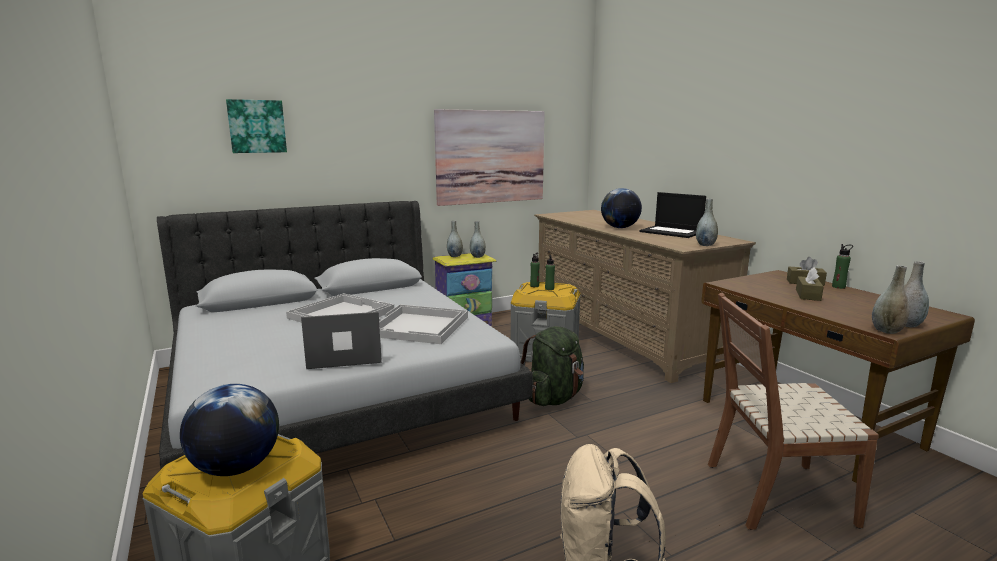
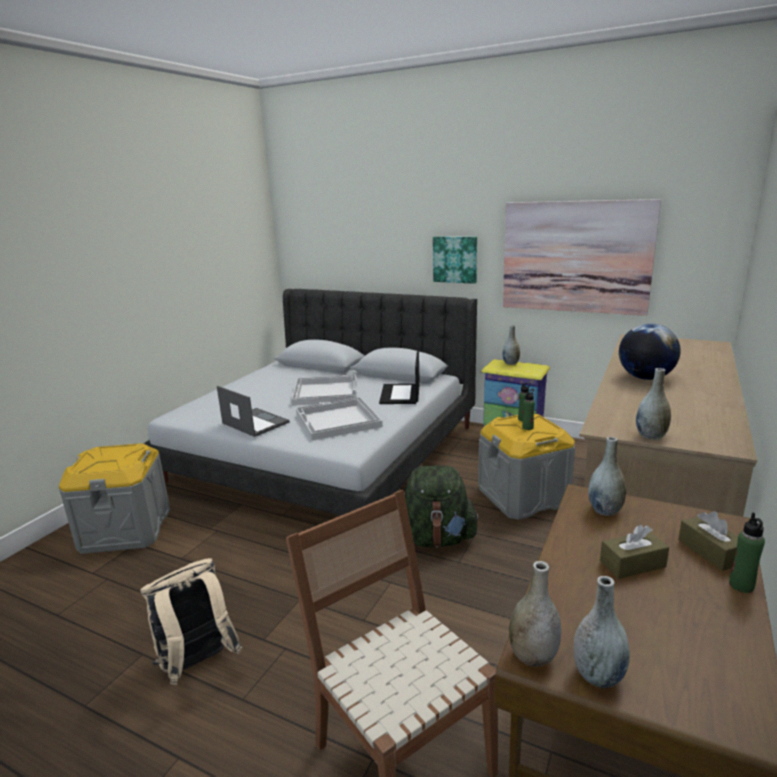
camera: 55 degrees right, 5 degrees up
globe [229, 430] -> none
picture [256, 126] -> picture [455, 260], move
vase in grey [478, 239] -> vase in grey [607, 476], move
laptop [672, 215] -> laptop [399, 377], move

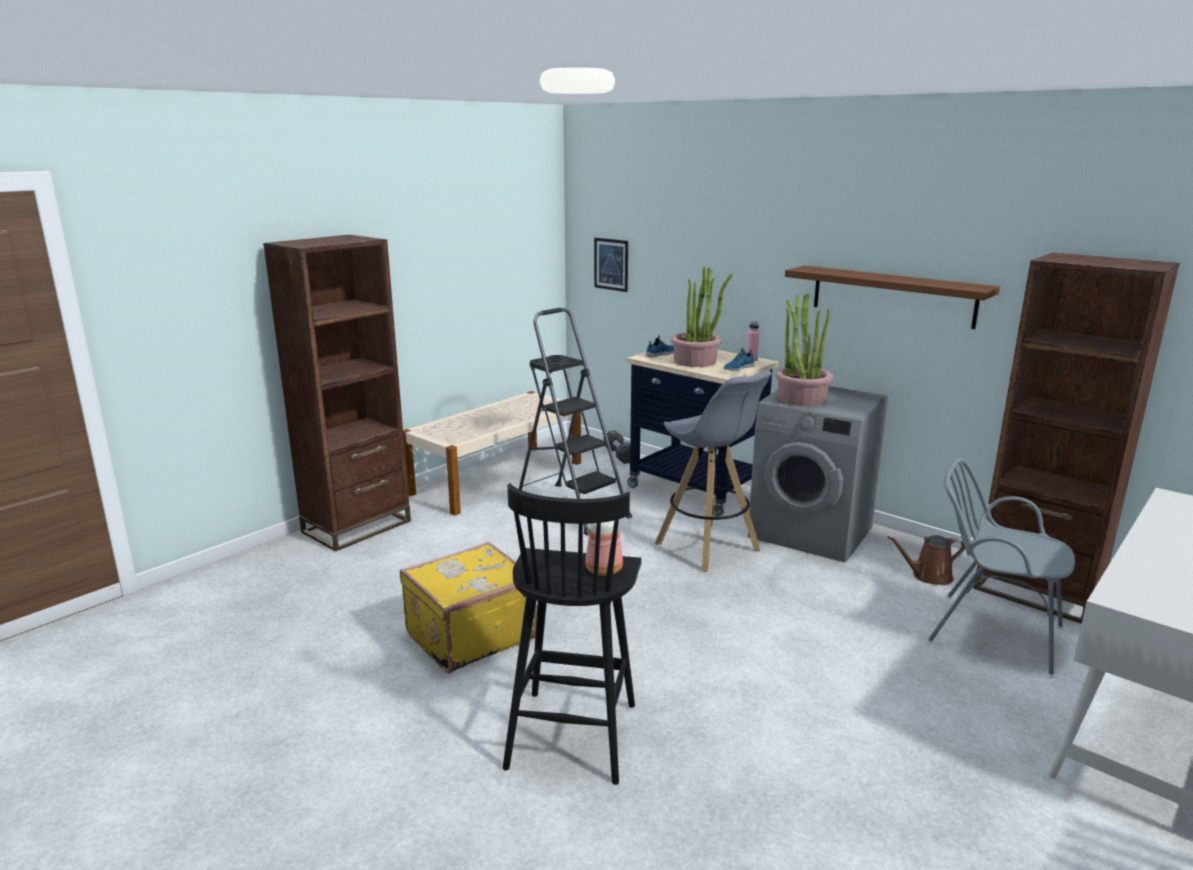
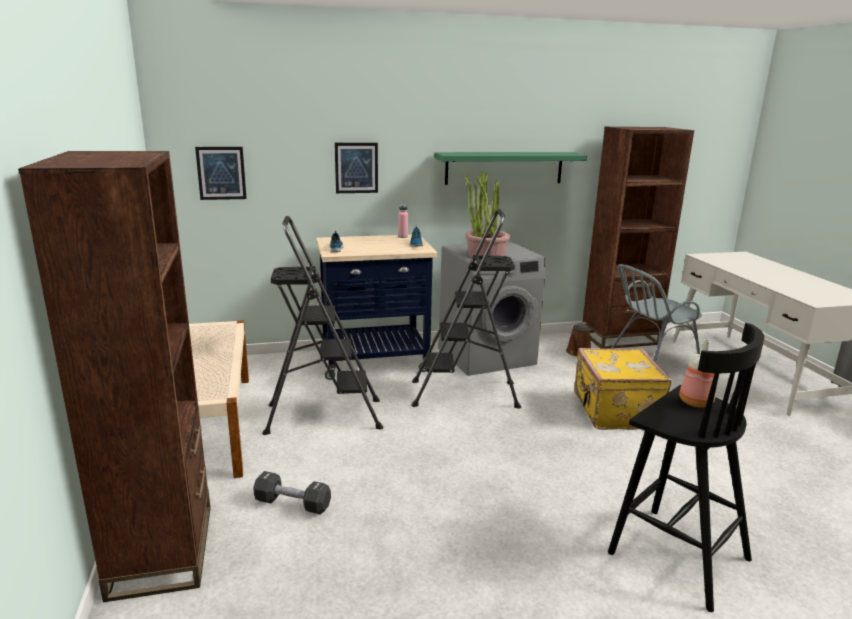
camera: 55 degrees left, 0 degrees up
potted plant [701, 316] -> none
none -> picture [356, 168]
suitcase in yellow [468, 607] -> suitcase in yellow [623, 389], move
dumbbell in black [616, 447] -> dumbbell in black [292, 493], move
stool in grey [713, 471] -> step ladder [466, 309]
shelf in brown [892, 297] -> shelf in green [510, 168]

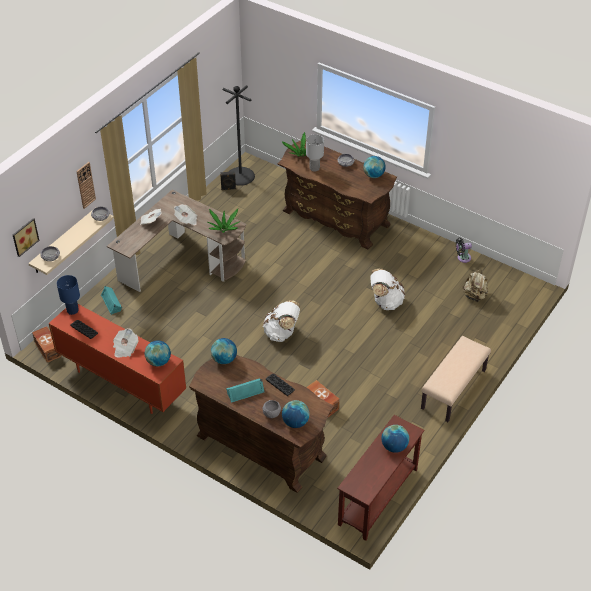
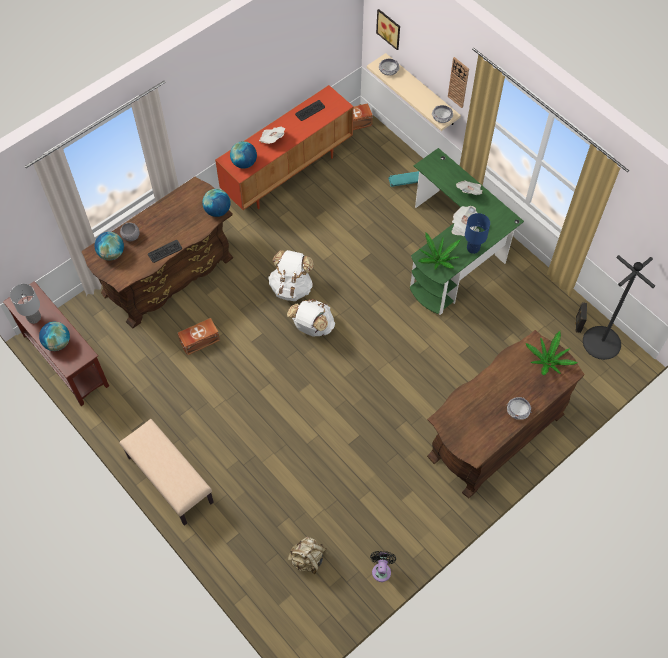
camera: 105 degrees right, 15 degrees up
speaker in turquoise [245, 390] -> none
globe [374, 167] -> none
table lamp in blue [68, 295] -> table lamp in blue [477, 233], move
table lamp in grey [315, 153] -> table lamp in grey [25, 304], move
backpack in white [387, 289] -> backpack in white [291, 275], move
desk in brown [176, 241] -> desk in green [467, 231]

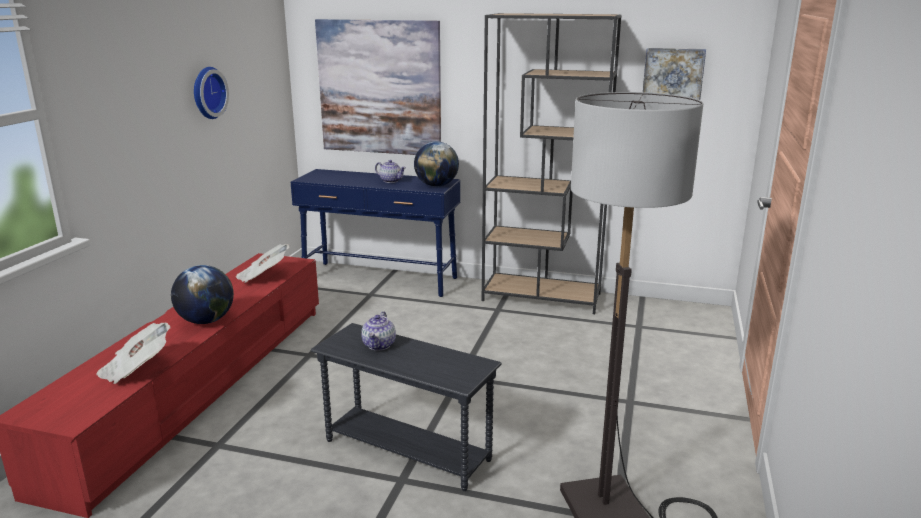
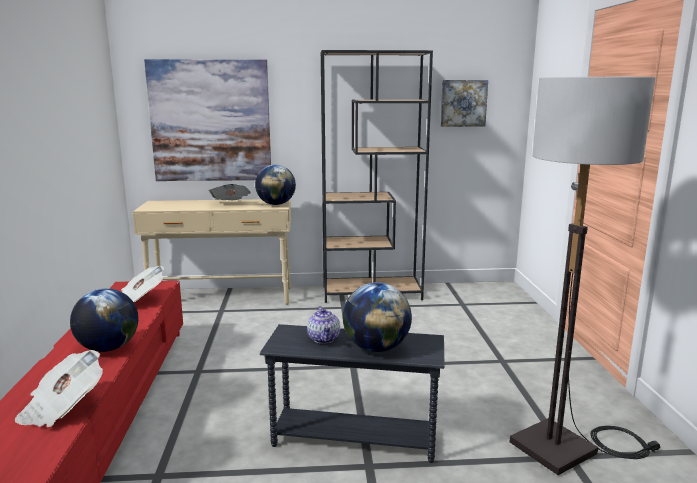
camera: 20 degrees left, 5 degrees down
wall clock [211, 93] -> none
none -> globe [377, 317]
teapot [390, 171] -> newspaper [230, 192]
console table in blue [375, 233] -> console table in beige [211, 251]

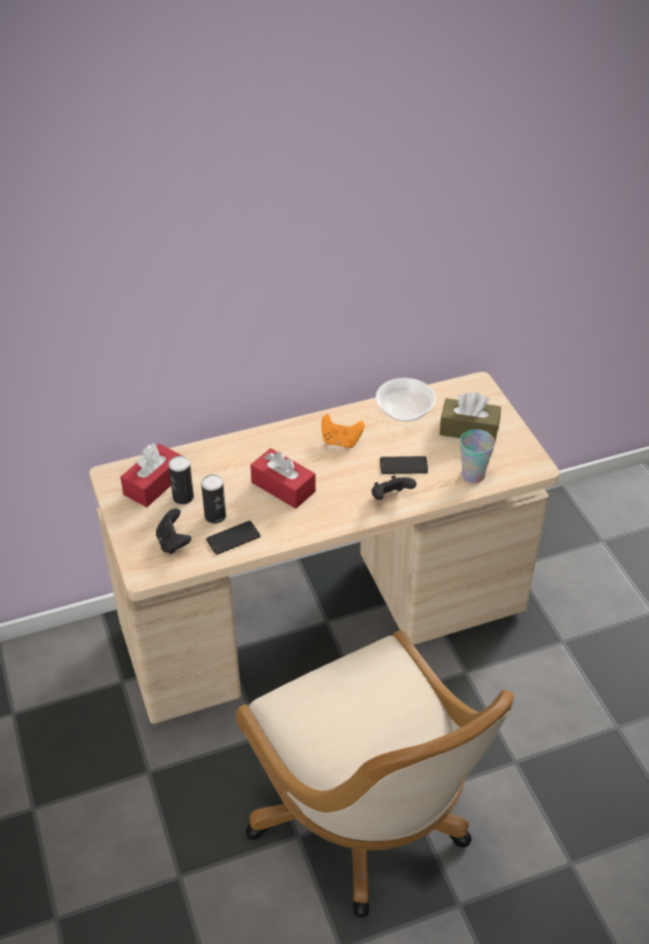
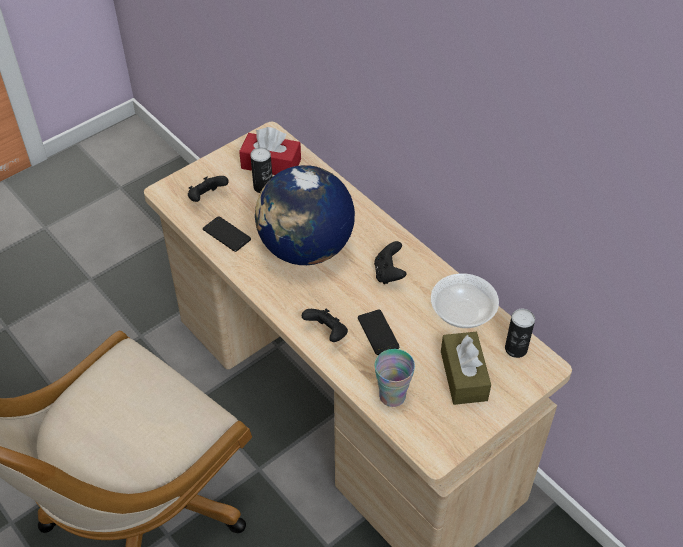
camera: 70 degrees right, 5 degrees up
can [213, 499] -> can [520, 333], move
tissue box in red [283, 478] -> globe [305, 215]
game controller in orange [343, 431] -> game controller in black [390, 262]

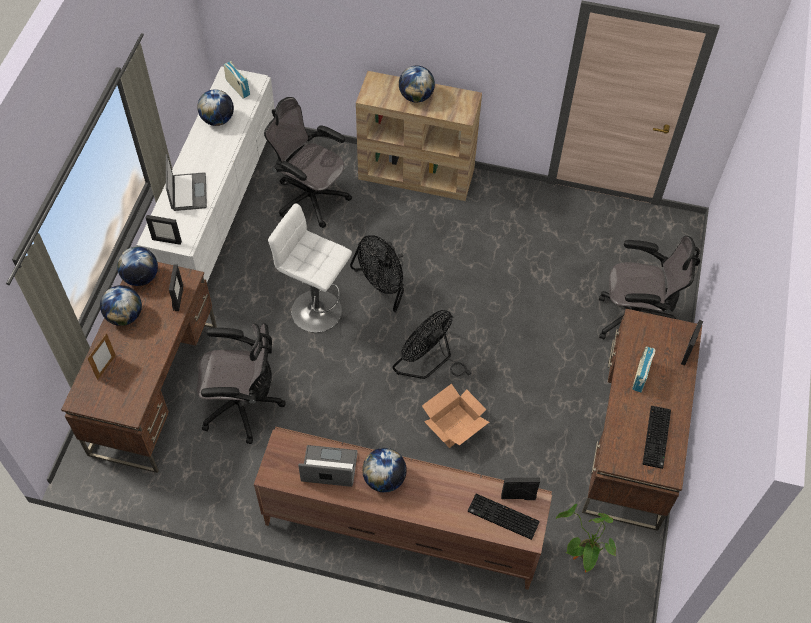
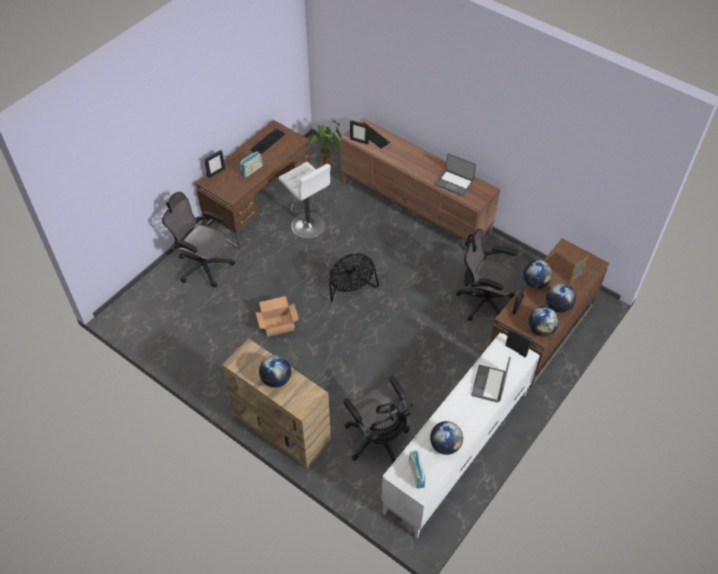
camera: 155 degrees left, 5 degrees down
fan in black [377, 274] -> none
stool in white [310, 267] -> stool in white [305, 200], move
globe [384, 470] -> globe [537, 274], move
cardboard box [455, 416] -> cardboard box [277, 316], move

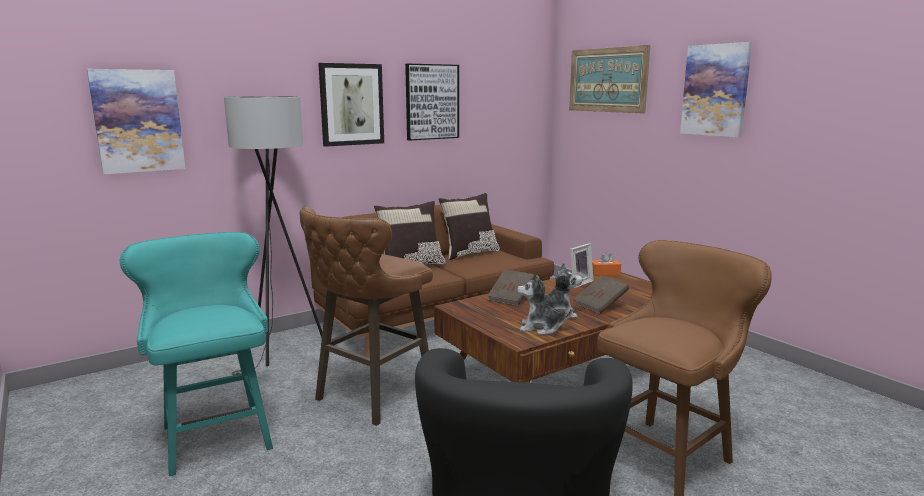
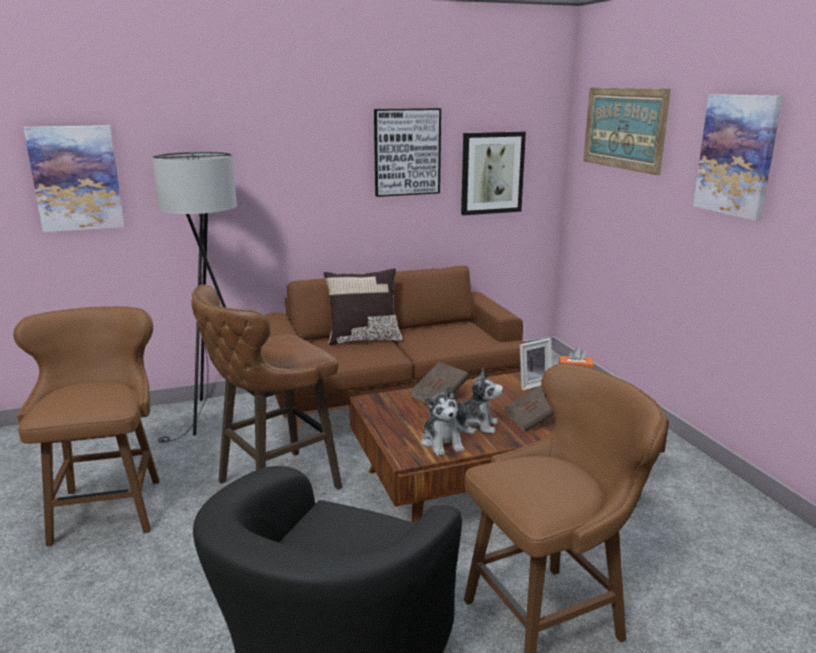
camera: 15 degrees right, 5 degrees up
pillow [469, 226] -> none
picture [351, 105] -> picture [493, 173], move
stool in turquoise [196, 354] -> stool in brown [86, 426]
plush toy [544, 305] -> plush toy [442, 421], 135 degrees counterclockwise

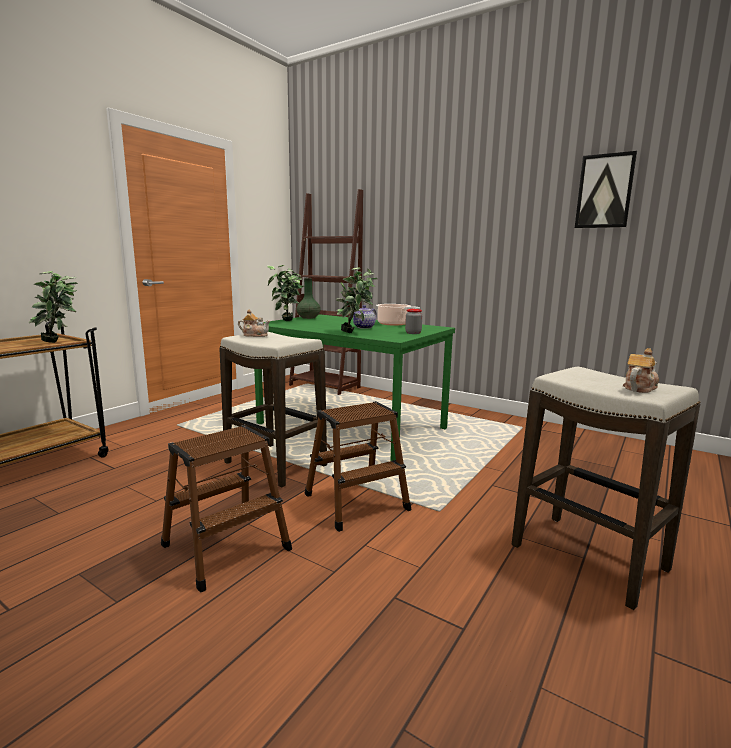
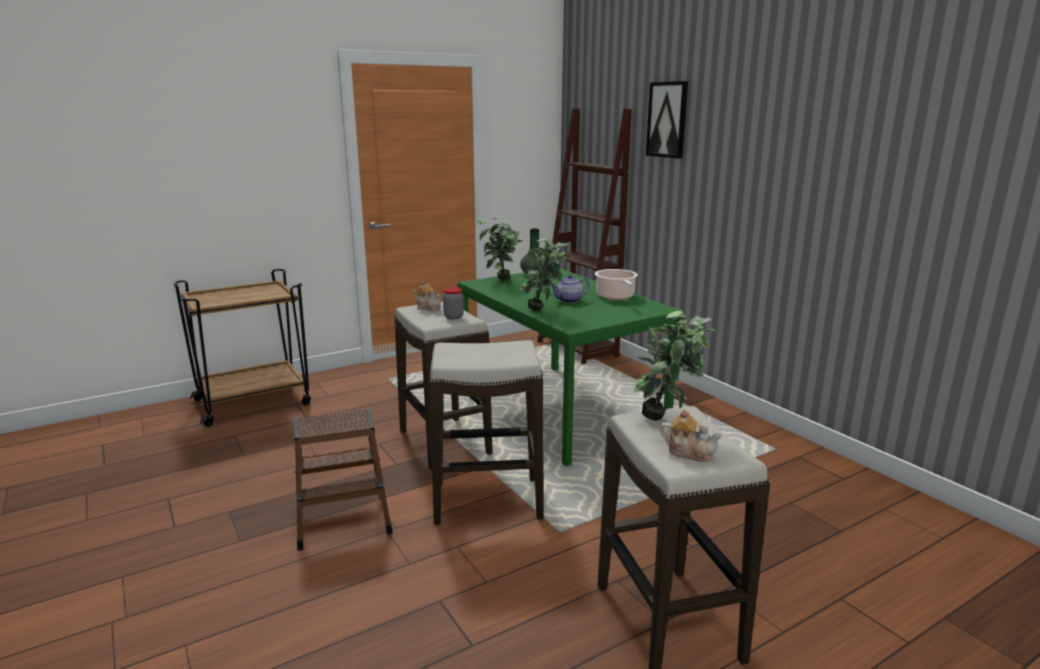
camera: 25 degrees right, 5 degrees up
potted plant [53, 307] -> potted plant [675, 366], move
jar [413, 321] -> jar [453, 303], move
picture [606, 189] -> picture [667, 120], move
step ladder in brown [358, 466] -> stool [486, 432]
teapot [641, 370] -> teapot [691, 435], 45 degrees clockwise

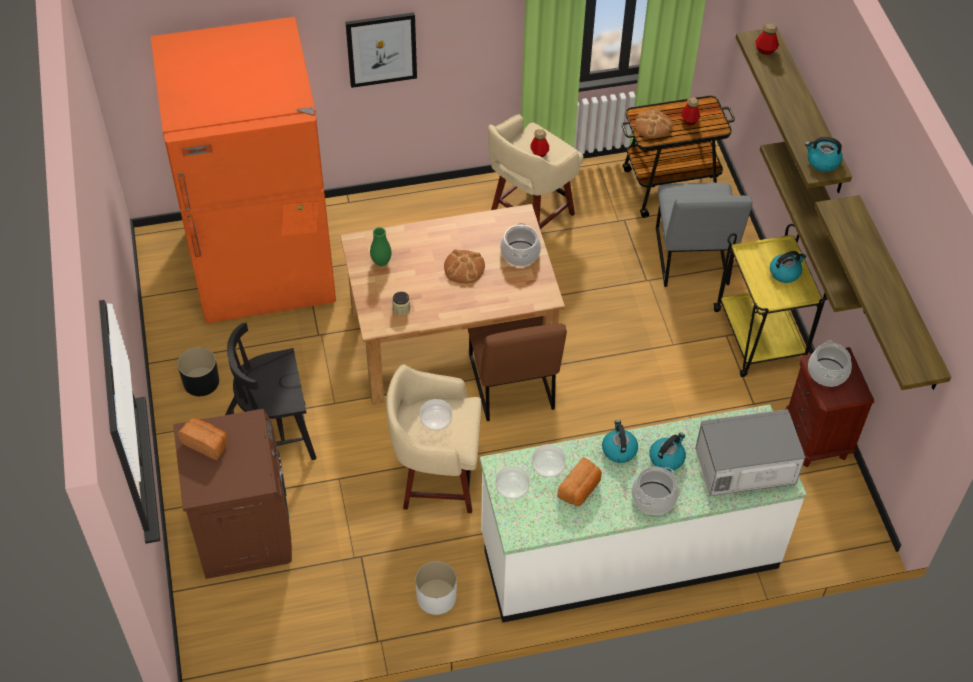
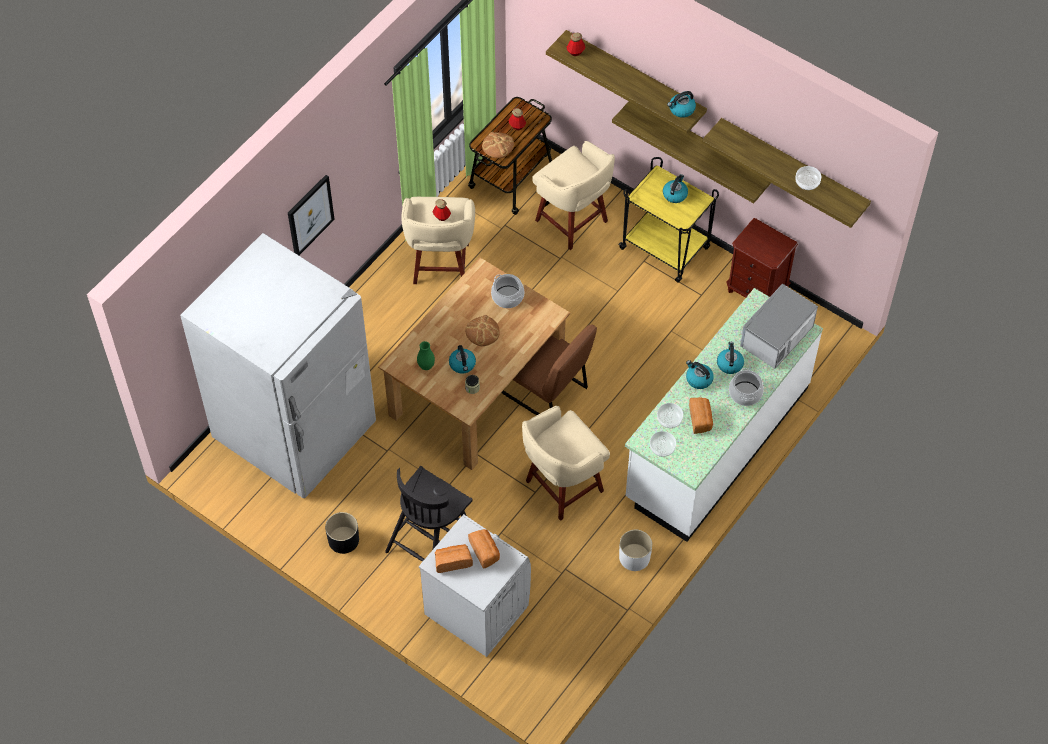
camera: 40 degrees left, 5 degrees up
cooking pot [830, 363] -> none
none -> kettle [462, 359]
none -> bread [484, 549]
bowl [436, 414] -> bowl [808, 178], move
chair in grey [704, 235] -> stool in beige [573, 195]
fridge in orange [243, 170] -> fridge in white [278, 365]
washing machine in brown [232, 494] -> washing machine in white [475, 585]

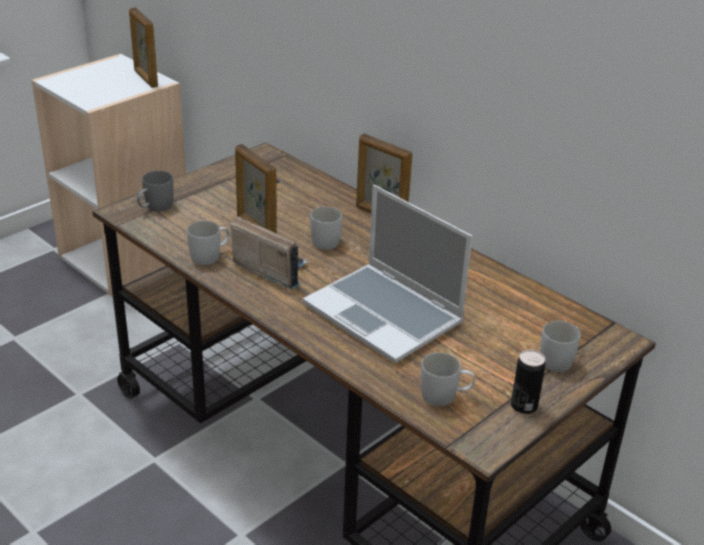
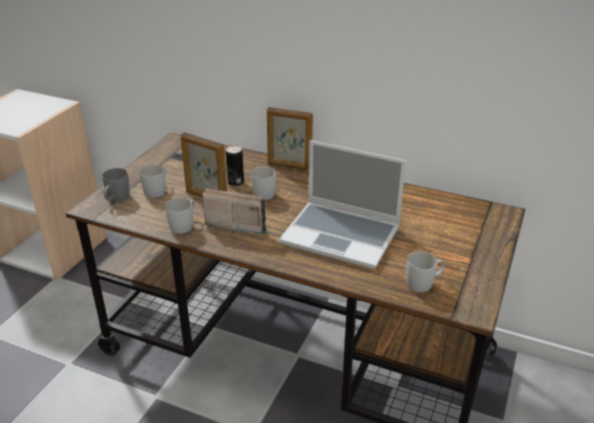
camera: 20 degrees left, 0 degrees up
picture frame [143, 47] -> none
can [528, 382] -> can [235, 166], move
mug in white [560, 346] -> mug in white [152, 181], move

